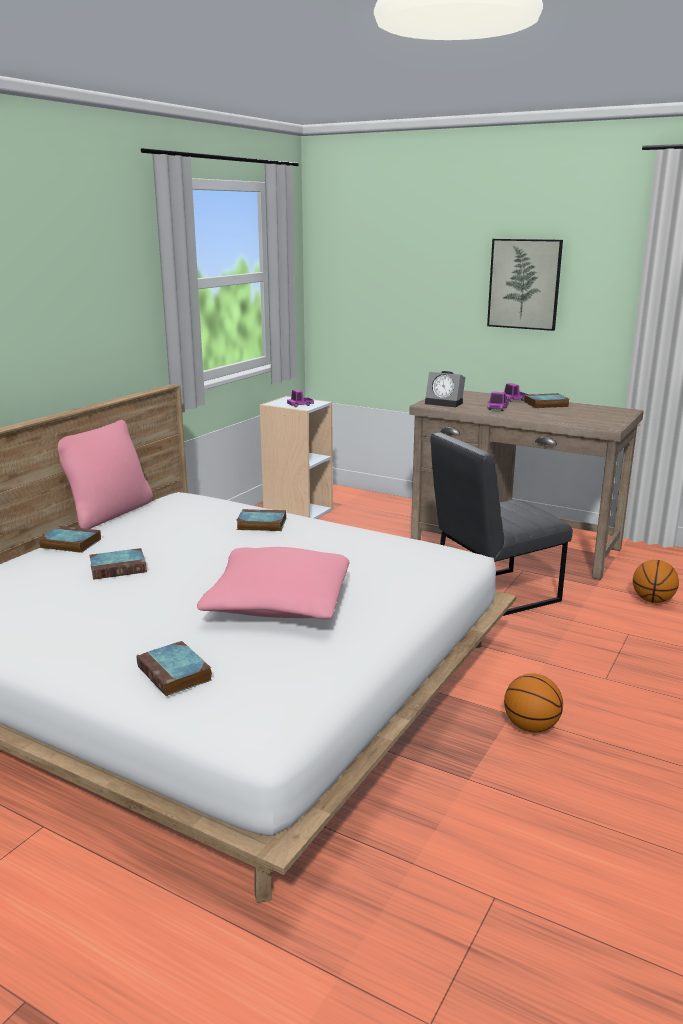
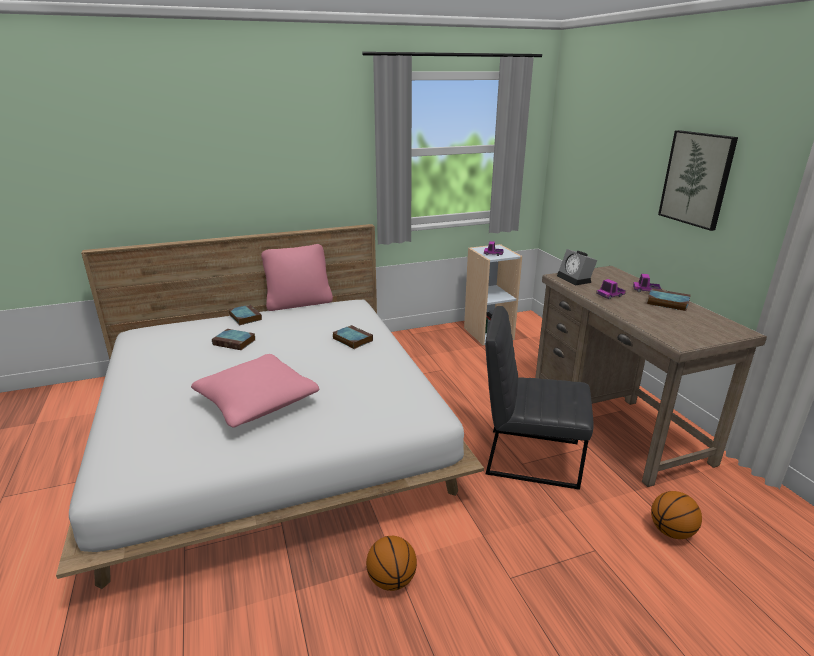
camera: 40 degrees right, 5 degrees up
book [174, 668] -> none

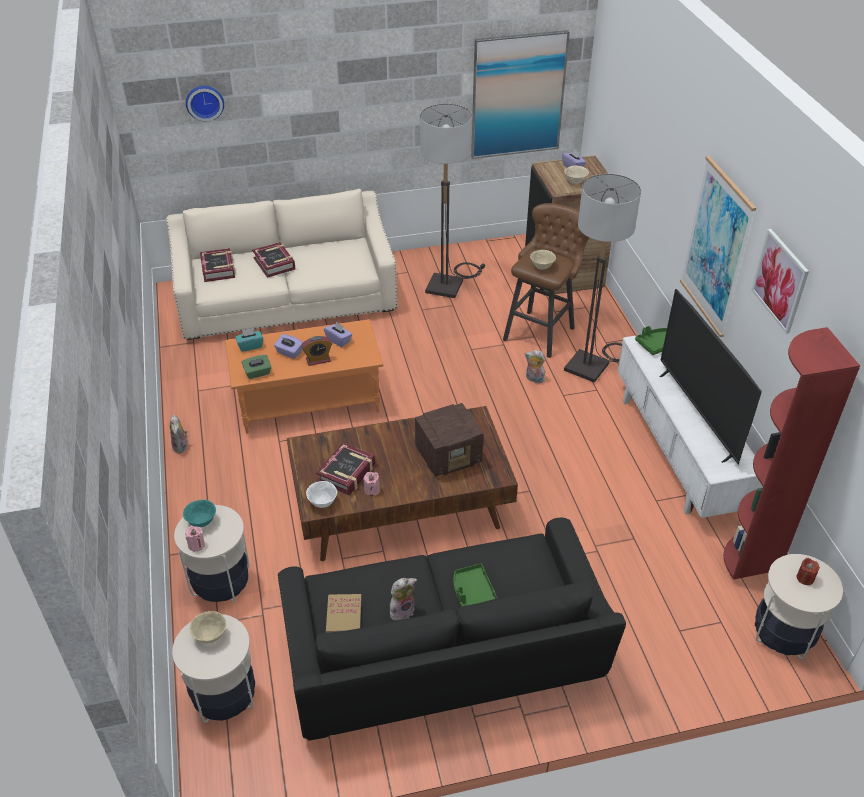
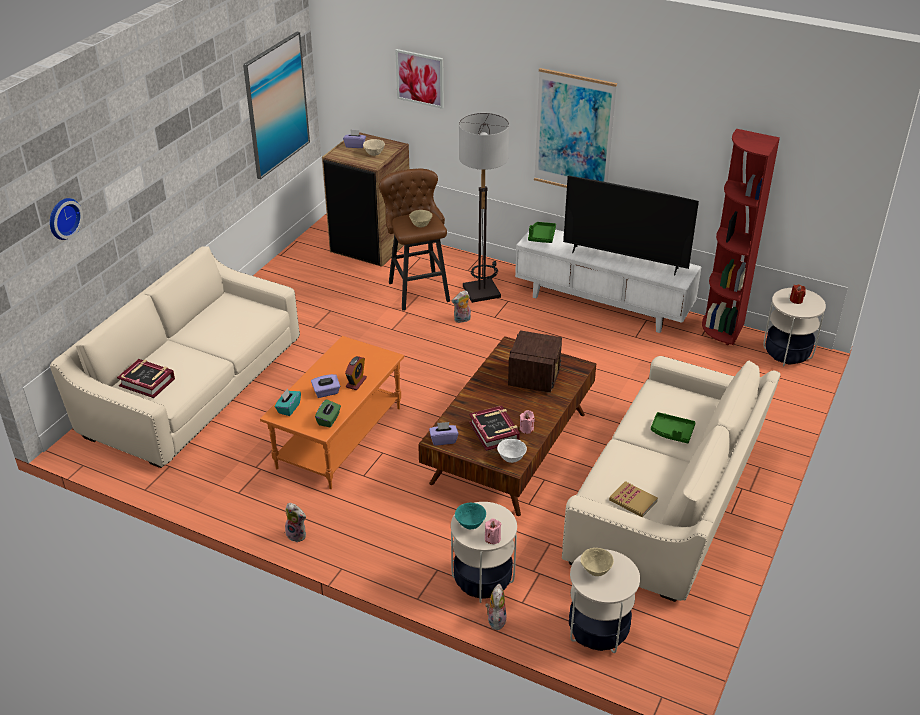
camera: 50 degrees left, 5 degrees down
book [273, 260] -> none
floor lamp [452, 201] -> none
tissue box in purple [338, 334] -> tissue box in purple [443, 434], move
plush toy [403, 599] -> plush toy [495, 607], move
picture [780, 281] -> picture [419, 79], move
sofa in black [452, 629] -> sofa in beige [671, 479]

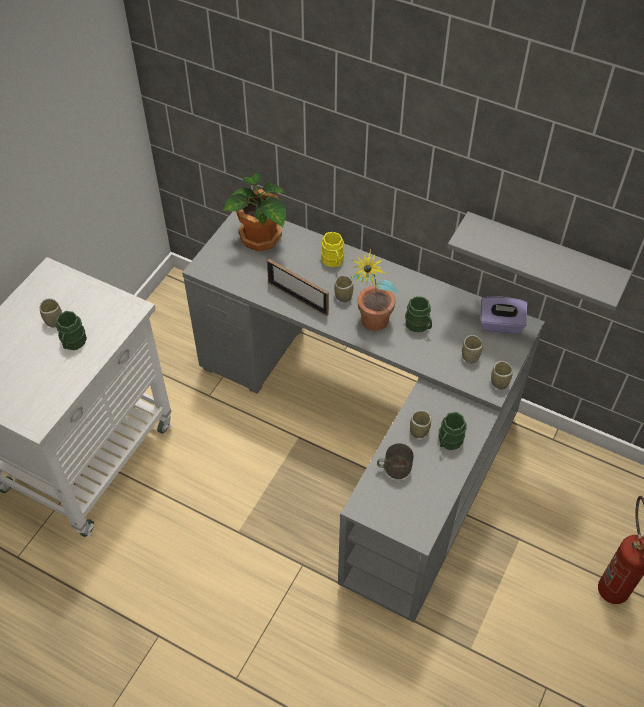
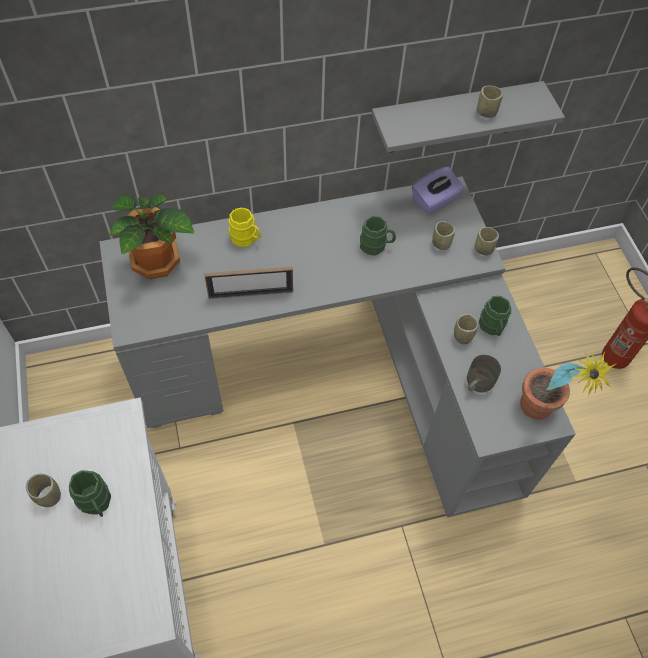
camera: 45 degrees left, 5 degrees up
cup [343, 288] -> cup [490, 102], move
potted plant [374, 290] -> potted plant [568, 386], move

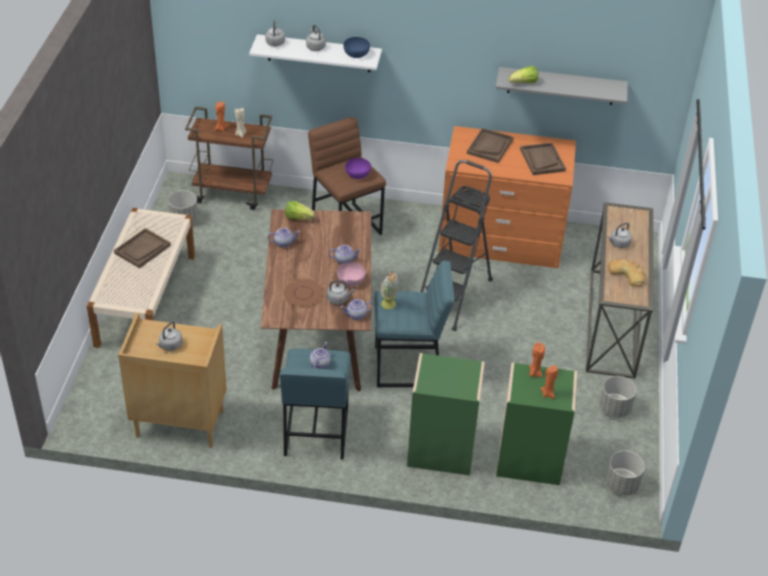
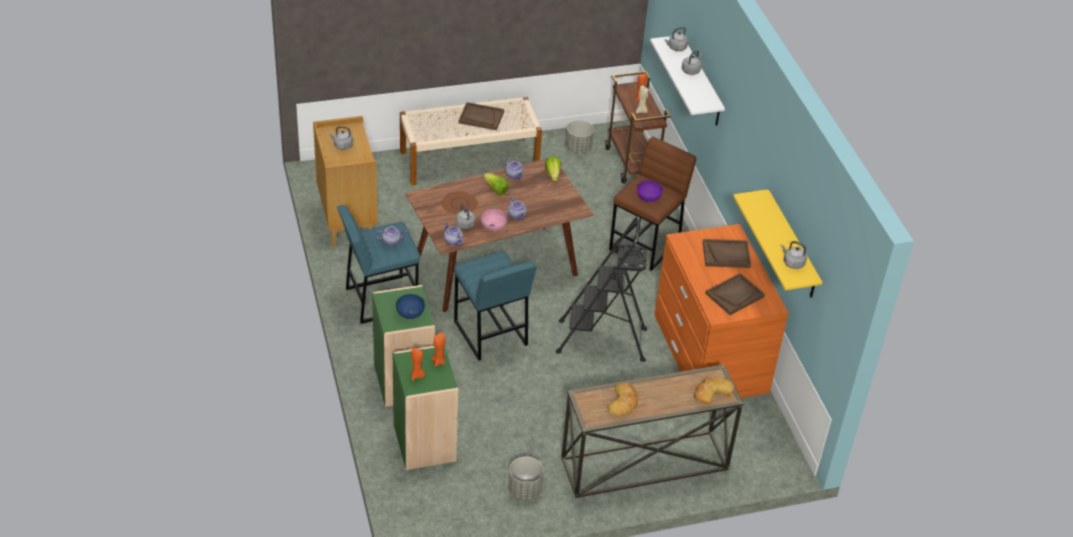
camera: 65 degrees right, 0 degrees up
potted plant [389, 290] -> none
planter in grey [625, 473] -> none
none -> bread [714, 391]
bowl in blue [356, 47] -> bowl in blue [410, 306], move
lettuce [524, 74] -> lettuce [496, 184], move
kettle in grey [620, 235] -> kettle in grey [794, 255], move
shelf in grey [562, 86] -> shelf in yellow [778, 243]

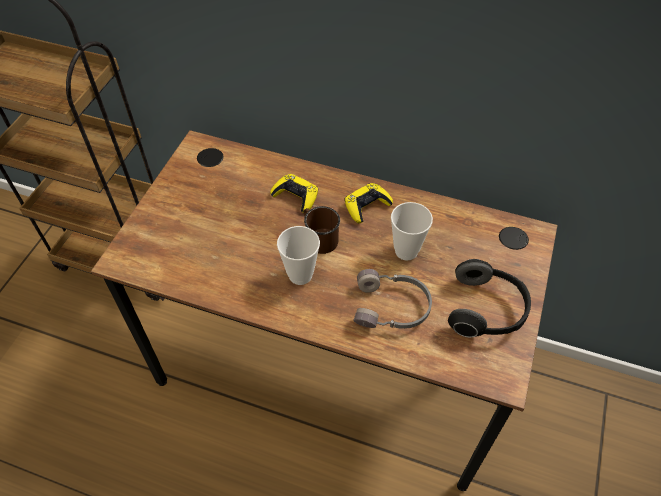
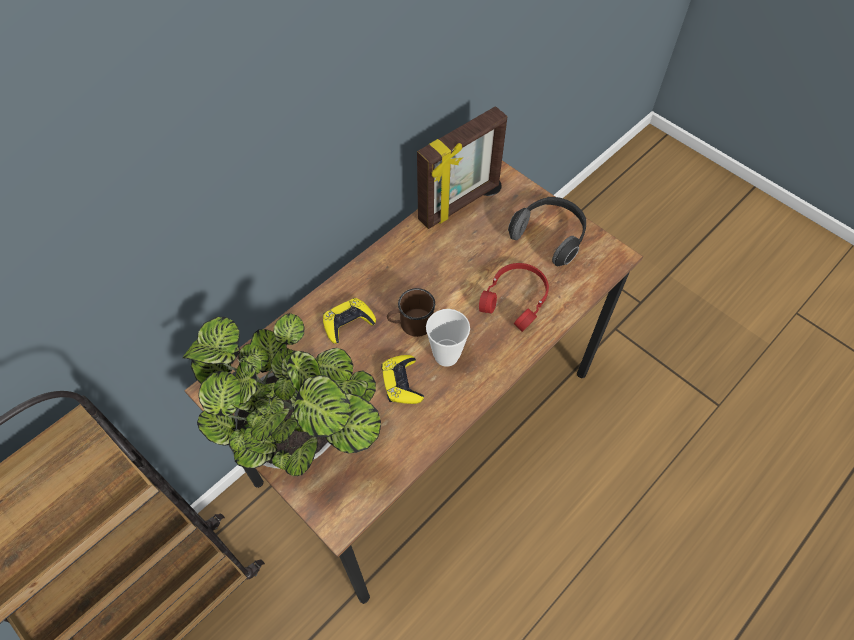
camera: 65 degrees left, 5 degrees up
cup [412, 231] -> none
none -> potted plant [281, 394]
none -> picture frame [462, 167]
game controller in yellow [368, 203] -> game controller in yellow [402, 379], move
headphones in grey [392, 299] -> headphones in red [514, 297]

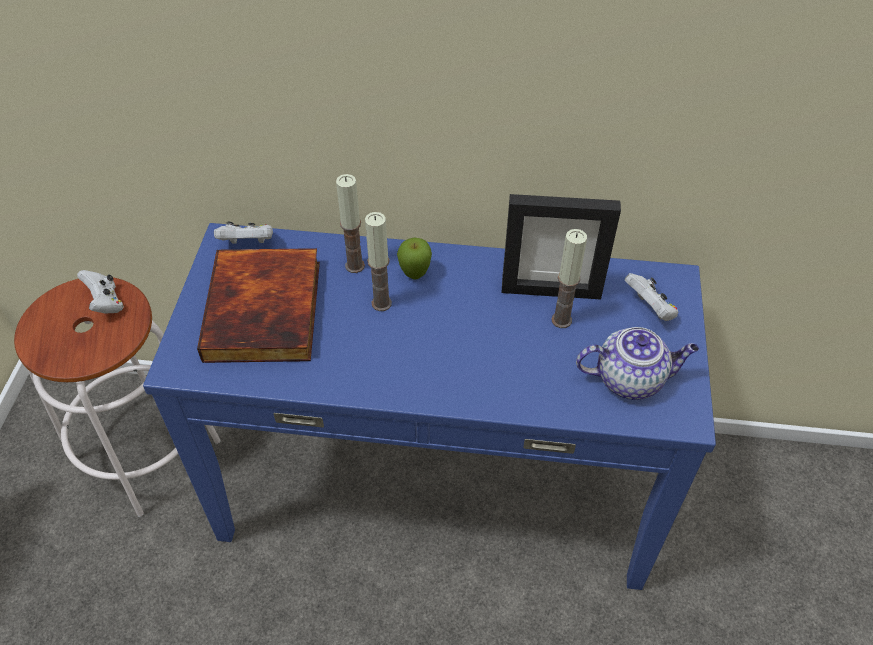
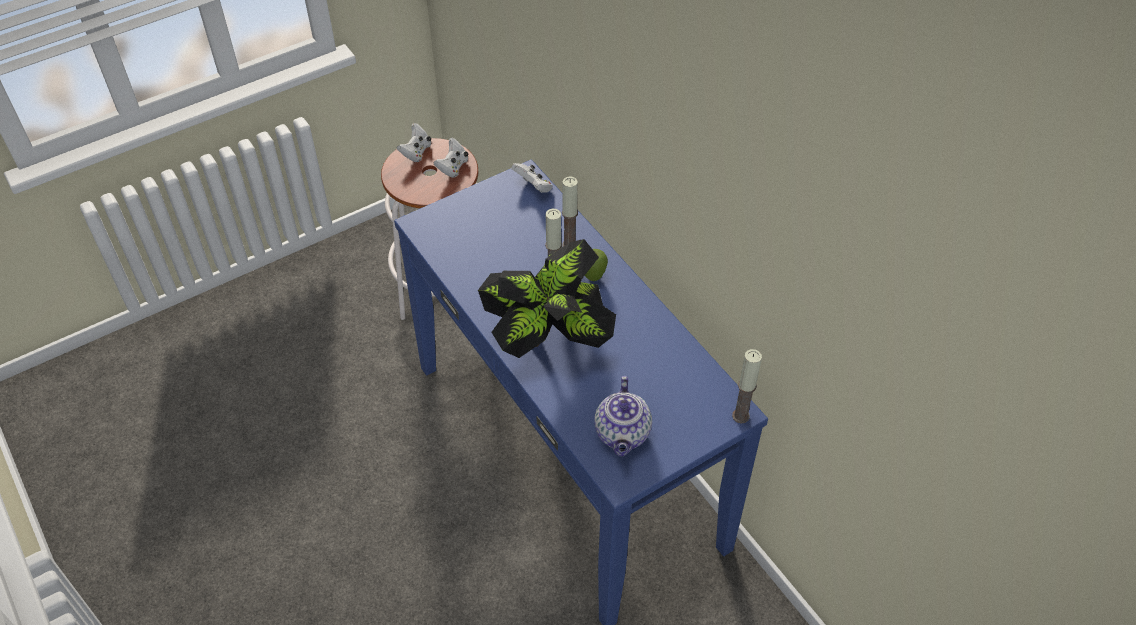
camera: 50 degrees right, 0 degrees up
book [258, 305] -> none
picture frame [561, 246] -> none
none -> potted plant [547, 298]
candle [569, 278] -> candle [747, 386], move
game controller in white [651, 297] -> game controller in white [414, 142], move
teapot [637, 363] -> teapot [623, 416], 45 degrees clockwise

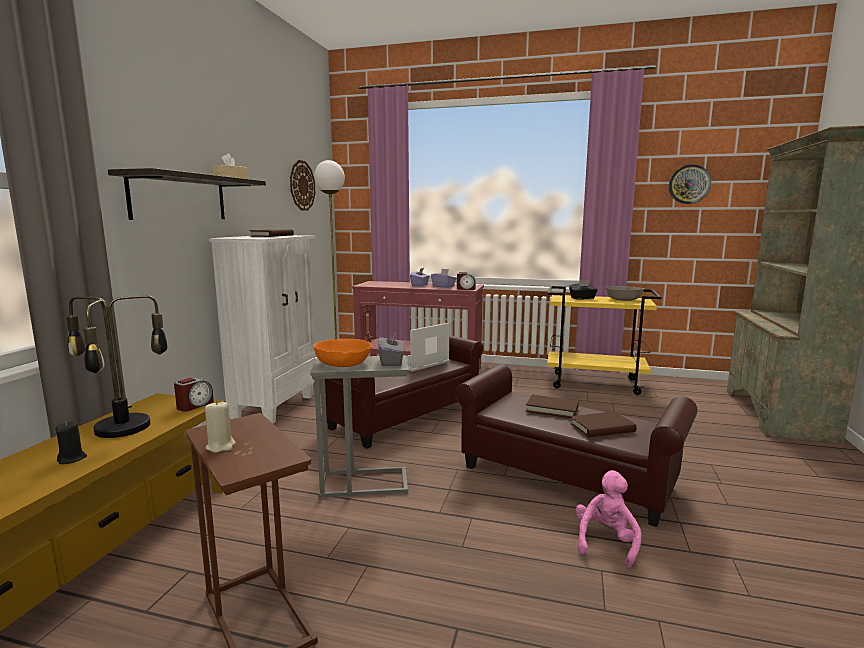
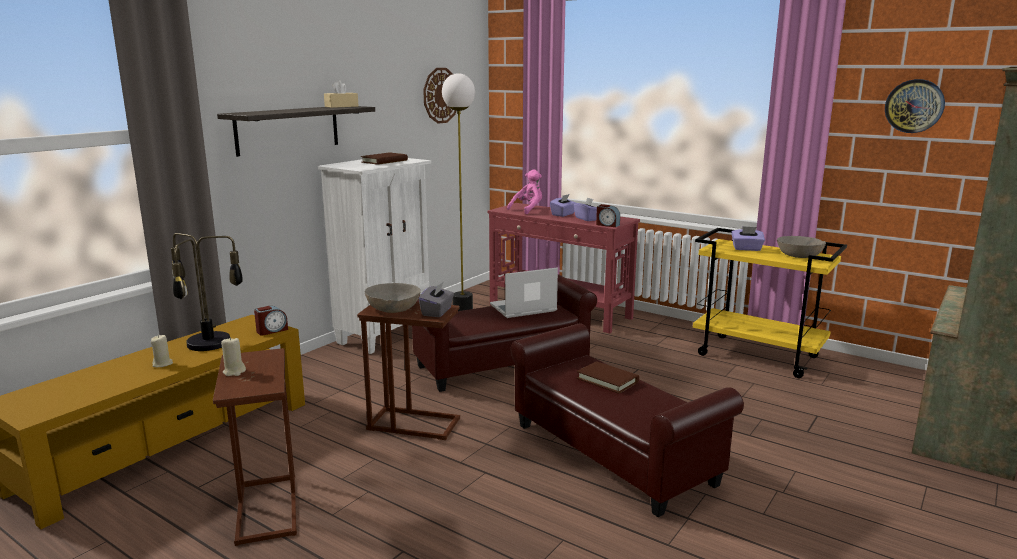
camera: 20 degrees right, 5 degrees up
book in brown [603, 424] -> none
plush toy in pink [609, 519] -> plush toy in pink [524, 191], move
candle in black [71, 442] -> candle in beige [162, 351]
side table in grey [359, 426] -> side table in brown [408, 371]
bowl in orange [342, 353] -> bowl in grey [393, 298]
tissue box in black [583, 290] -> tissue box in purple [748, 238]

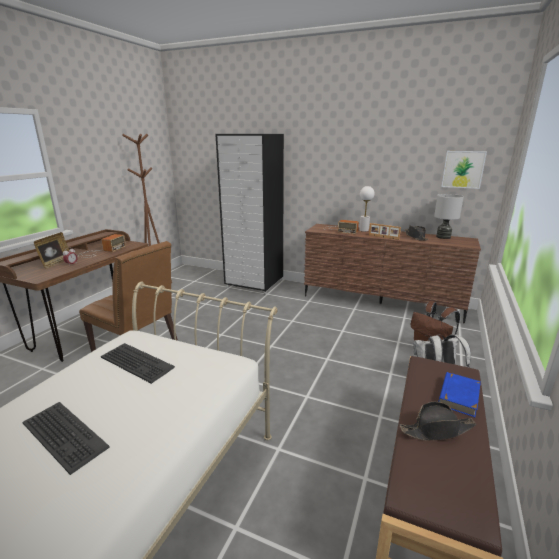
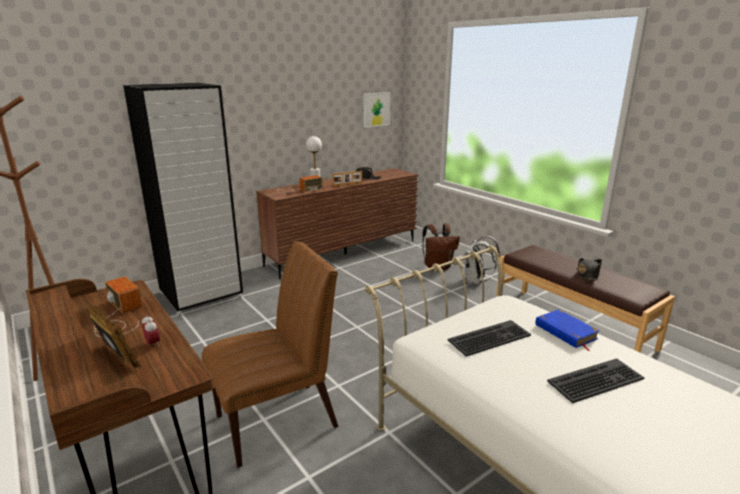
camera: 60 degrees left, 0 degrees up
table lamp in grey [449, 216] -> none
book in blue [459, 394] -> book in blue [567, 330], move

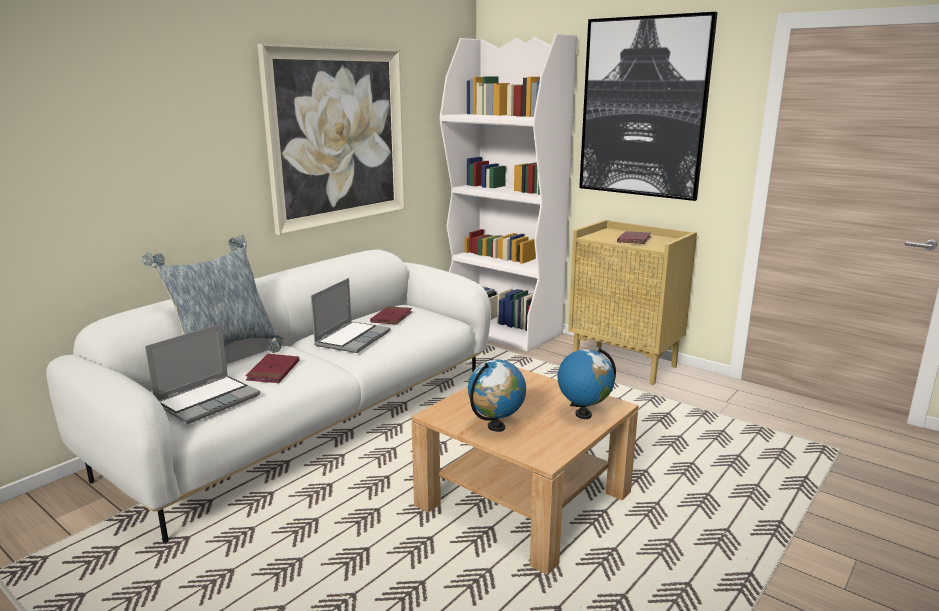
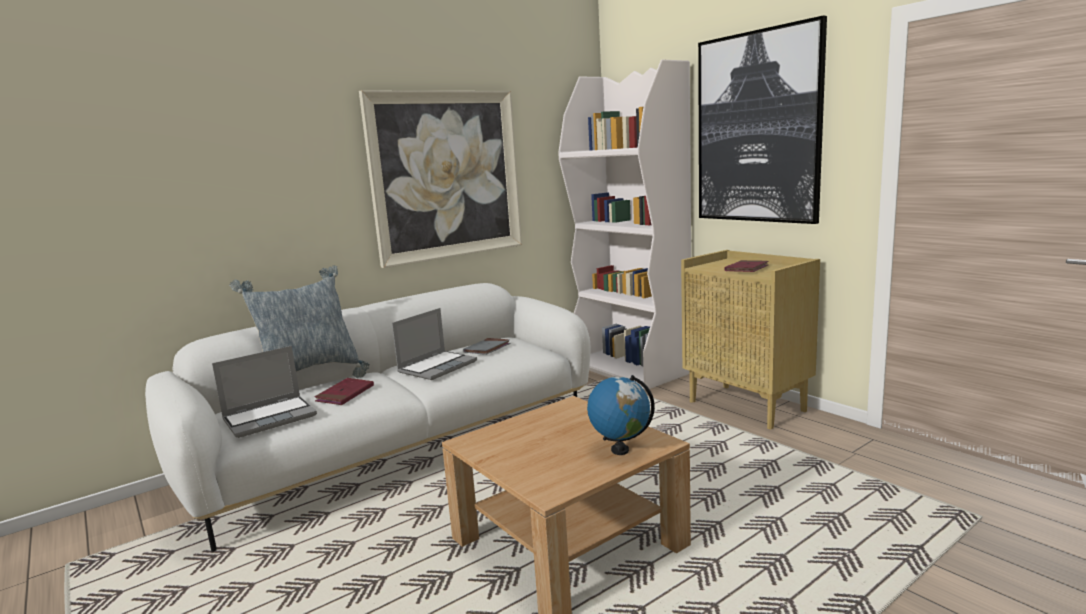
camera: 15 degrees right, 5 degrees down
globe [497, 395] -> none
book in red [391, 315] -> book in grey [486, 346]

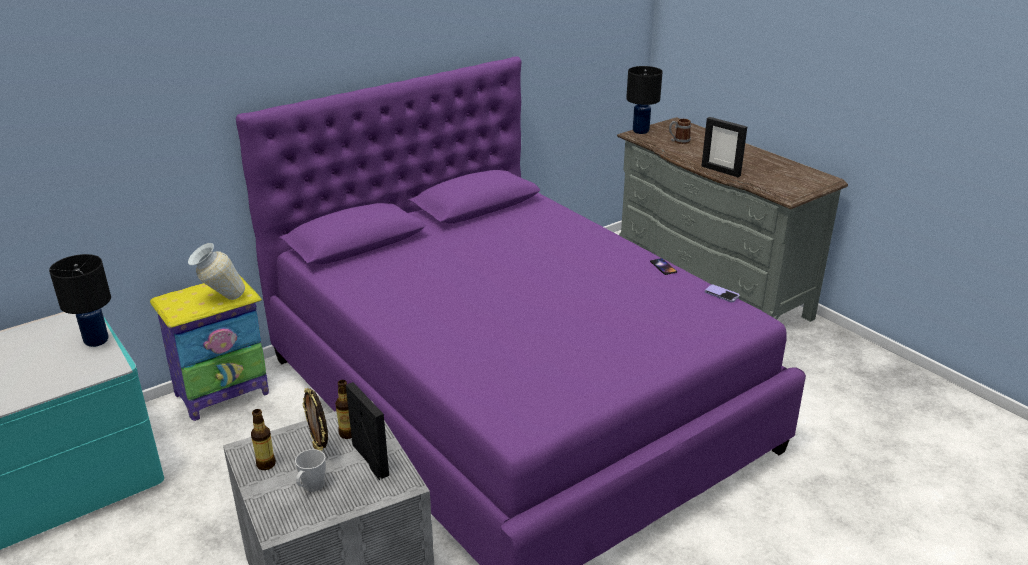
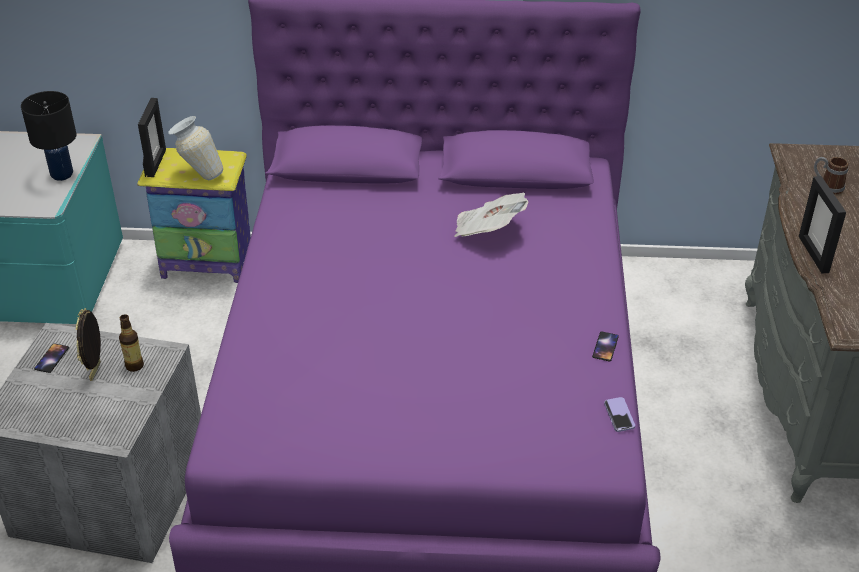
camera: 40 degrees right, 10 degrees up
mug in grey [310, 470] -> none
table lamp in black [644, 100] -> none
none -> newspaper [491, 215]
picture frame [367, 431] -> picture frame [152, 137], move
bottle [263, 439] -> phone [51, 358]

